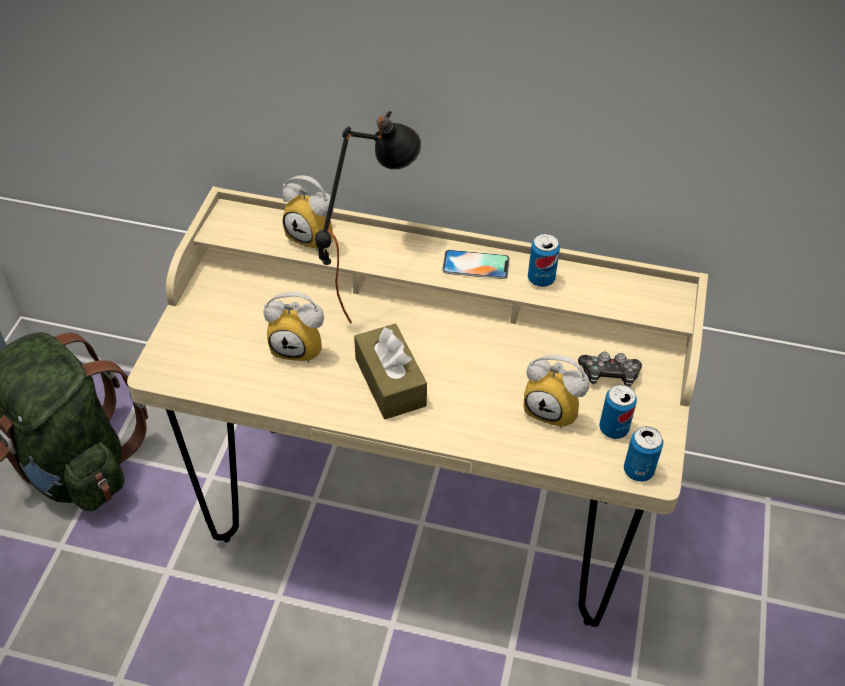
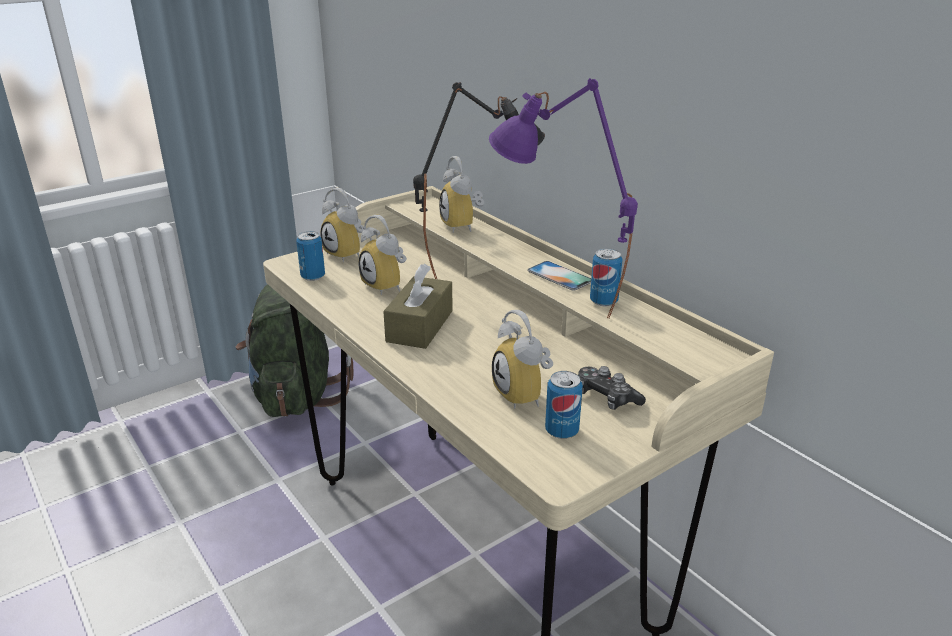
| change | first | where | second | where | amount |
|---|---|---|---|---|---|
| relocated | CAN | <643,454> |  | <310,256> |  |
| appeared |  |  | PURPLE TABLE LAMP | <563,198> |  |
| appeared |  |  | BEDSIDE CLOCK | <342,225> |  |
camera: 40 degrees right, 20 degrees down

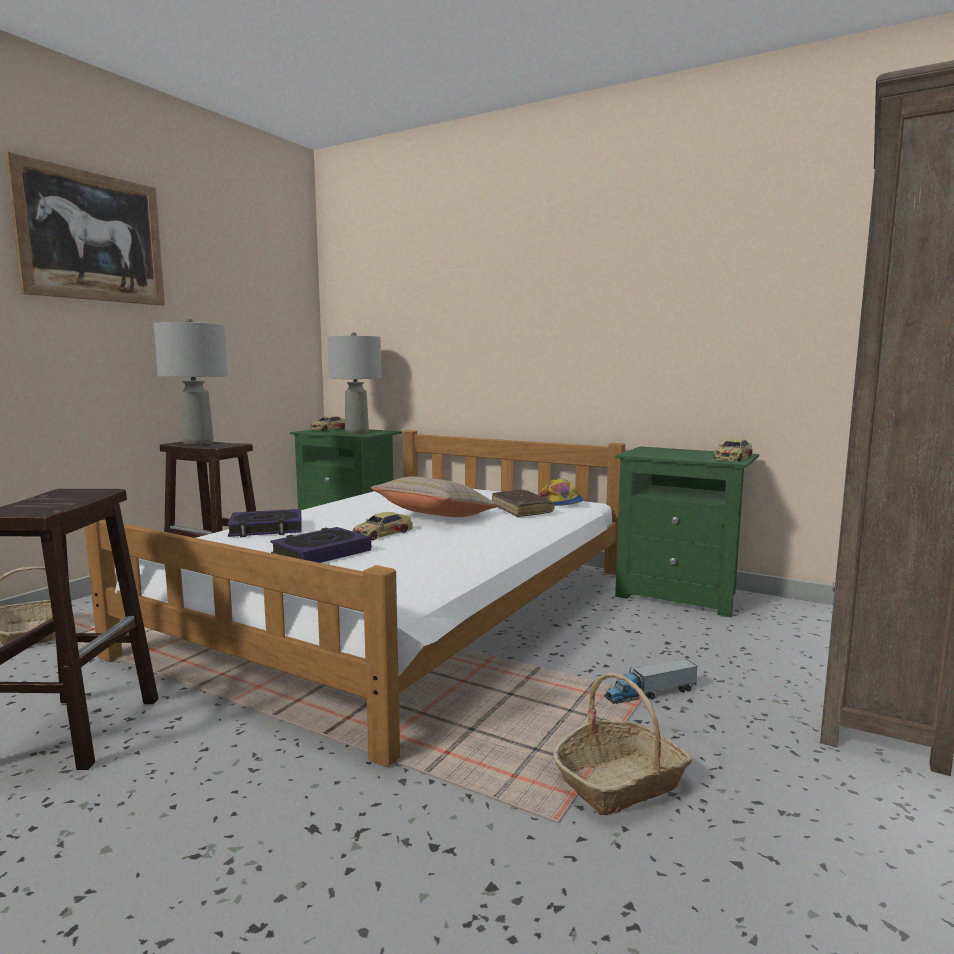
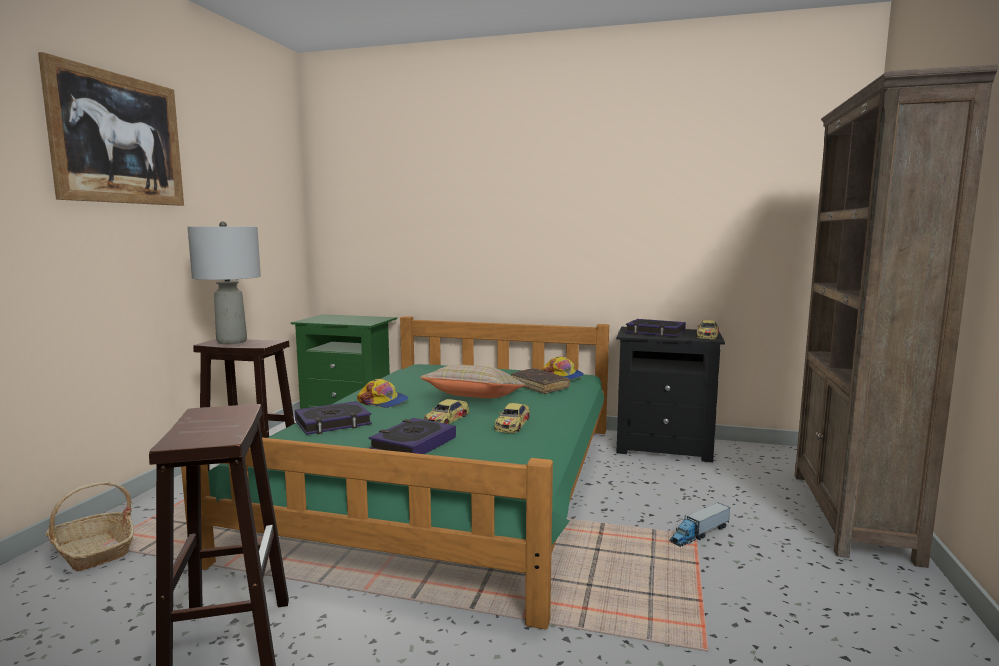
| change | first | where | second | where | amount |
|---|---|---|---|---|---|
| missing | GREY TABLE LAMP | <354,382> |  |  |  |
| relocated | TOY CAR | <327,423> |  | <512,418> |  |
| colour | WHITISH BED | <355,599> | GREEN-COLOURED BED | <395,473> |  |
| colour | GREEN-COLOURED BEDSIDE TABLE | <687,532> | BLACK-COLOURED BEDSIDE TABLE | <670,394> |  |
| missing | BASKET | <622,744> |  |  |  |
| appeared |  |  | BOUND BOOK | <656,328> |  |
| appeared |  |  | PEAKED CAP | <383,393> |  |
camera: 15 degrees left, 0 degrees up

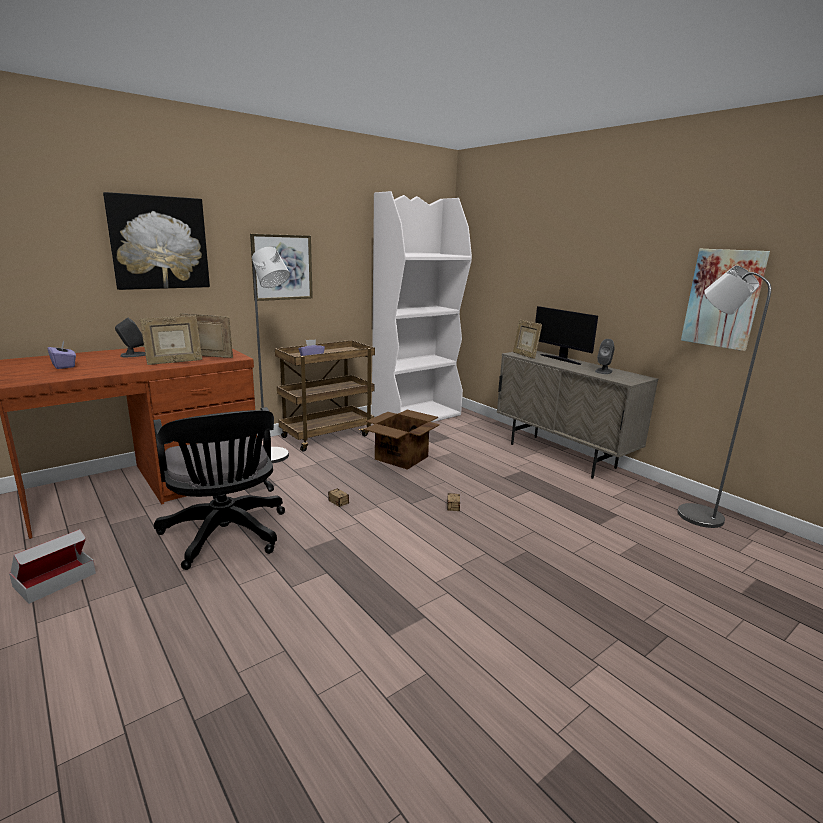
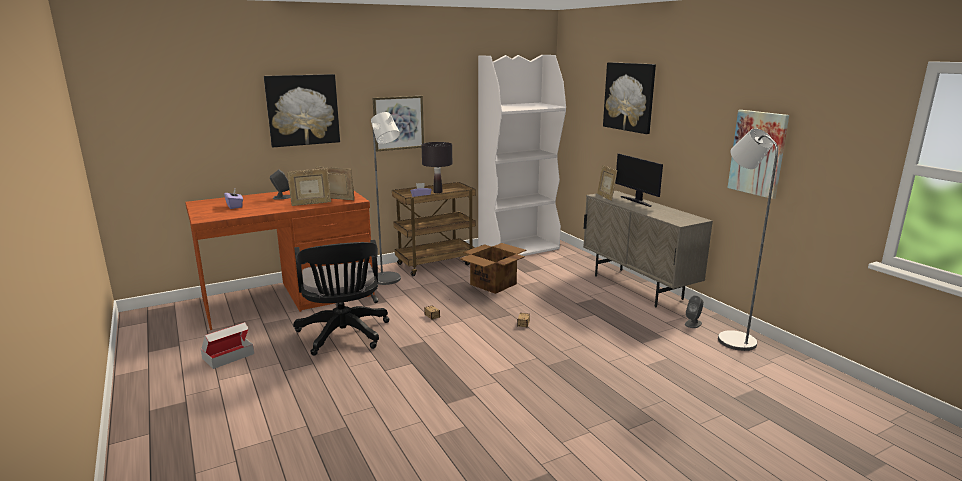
| change | first | where | second | where | amount |
|---|---|---|---|---|---|
| relocated | GREY AUDIO SPEAKER | <605,356> |  | <694,311> |  |
| appeared |  |  | WALL ART | <629,98> |  |
| appeared |  |  | BLACK-COLOURED TABLE LAMP | <436,167> |  |
camera: 10 degrees right, 0 degrees up

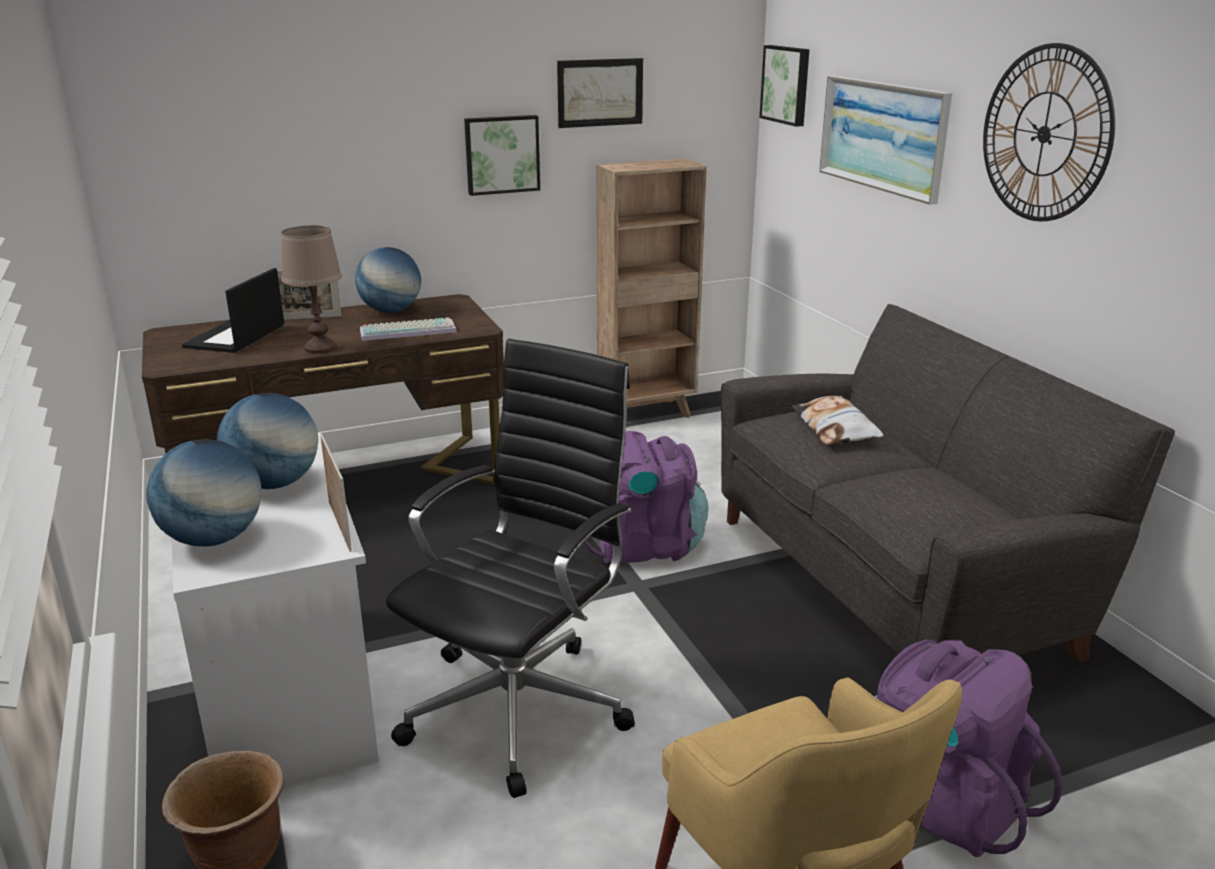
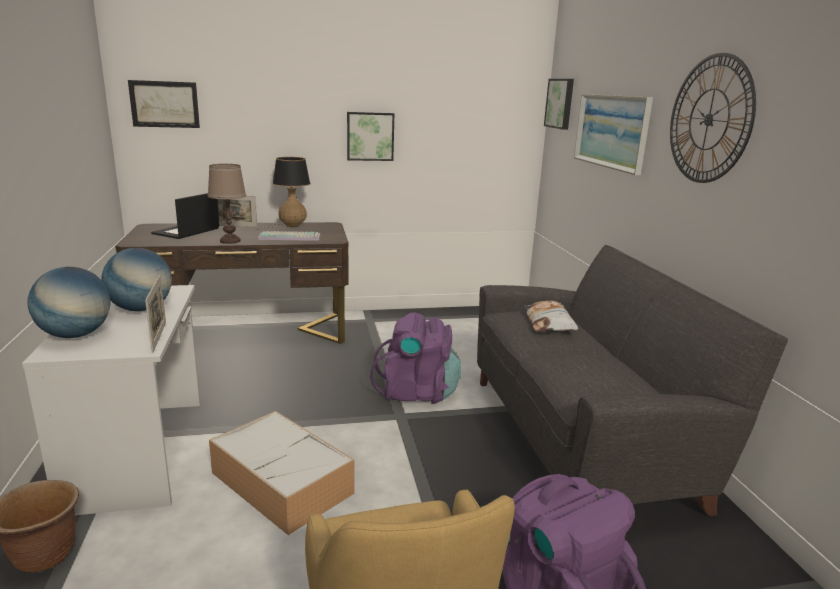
| change | first | where | second | where | amount |
|---|---|---|---|---|---|
| relocated | WALL ART | <600,93> |  | <164,104> |  |
| missing | BROWNISH SHELVING UNIT | <651,288> |  |  |  |
| exchanged | WORLD GLOBE | <388,280> | TABLE LAMP | <283,193> |  |
| exchanged | BLACK-COLOURED DESK CHAIR | <510,568> | STORAGE BIN | <282,473> |  |
camera: 10 degrees right, 5 degrees down

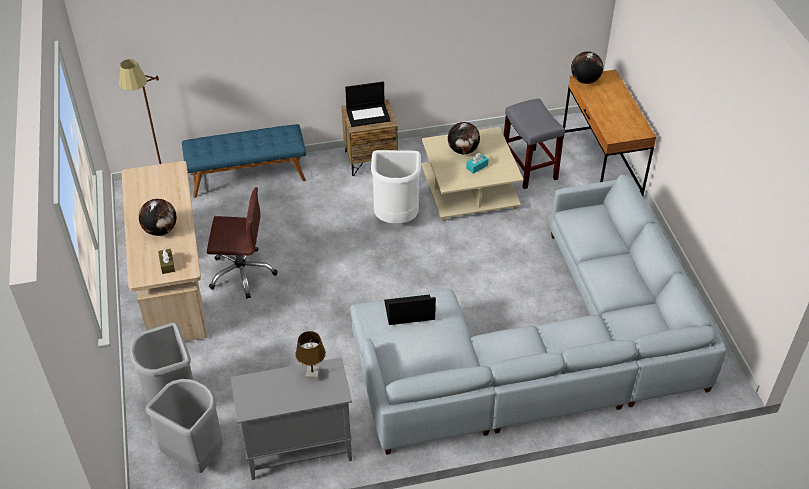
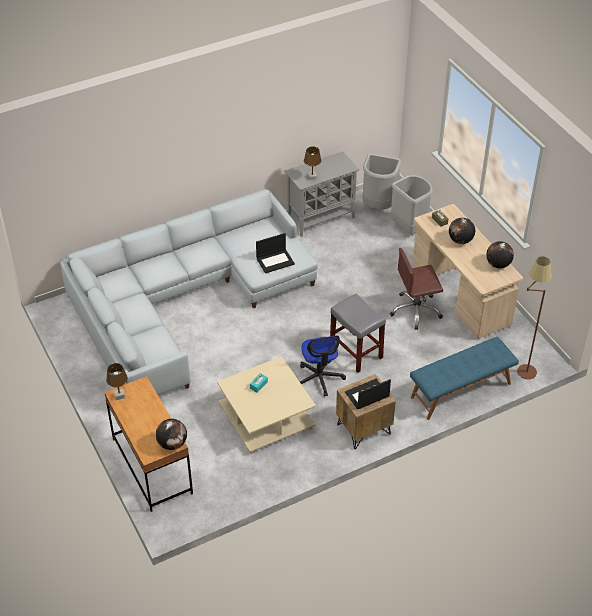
| change | first | where | second | where | amount |
|---|---|---|---|---|---|
| relocated | GREY STOOL | <534,143> |  | <358,333> |  |
| relocated | WORLD GLOBE | <464,138> |  | <500,254> |  |
| exchanged | WHITISH WASTE BIN | <396,187> | DESK CHAIR | <323,366> |  |
| appeared |  |  | BROWNISH TABLE LAMP | <117,381> |  |
camera: 165 degrees right, 0 degrees up

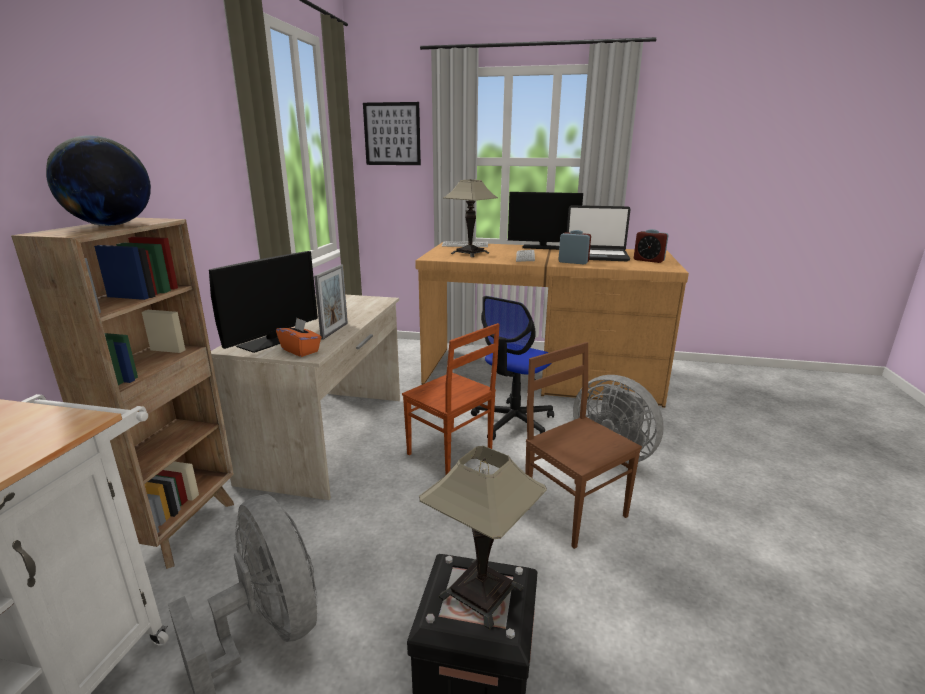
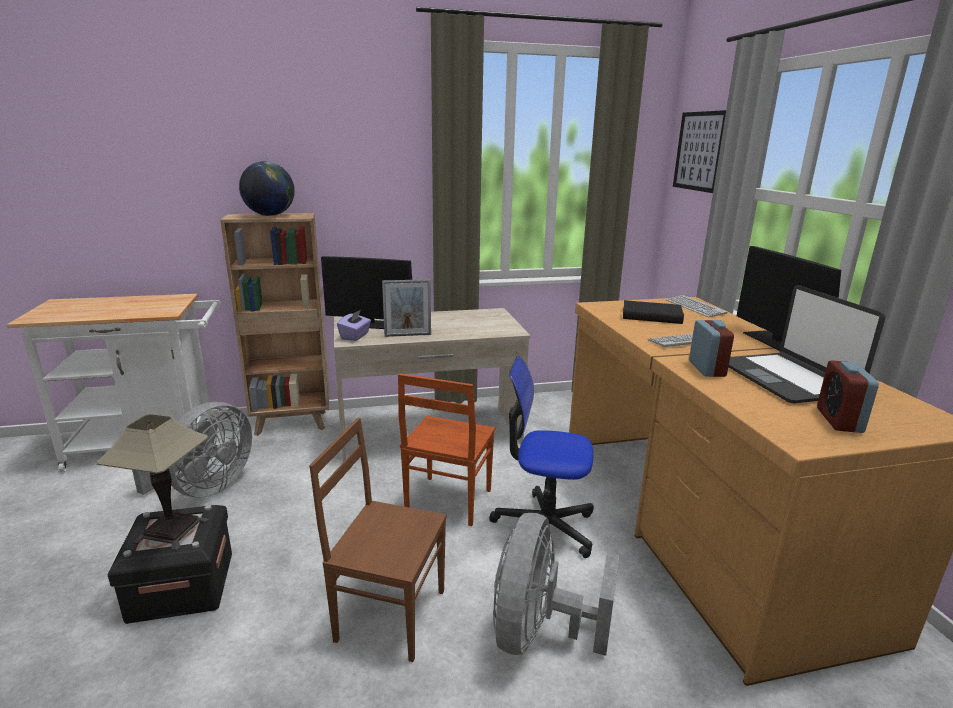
| change | first | where | second | where | amount |
|---|---|---|---|---|---|
| exchanged | TABLE LAMP | <470,218> | BLACK-COLOURED BOUND BOOK | <653,312> |  |
| colour | ORANGE-COLOURED TISSUE BOX | <299,337> | PURPLE TISSUE BOX | <354,325> |  |
| spun | BROWNISH CHAIR | <583,445> |  | <378,540> | 105 degrees counterclockwise |
camera: 65 degrees right, 0 degrees up

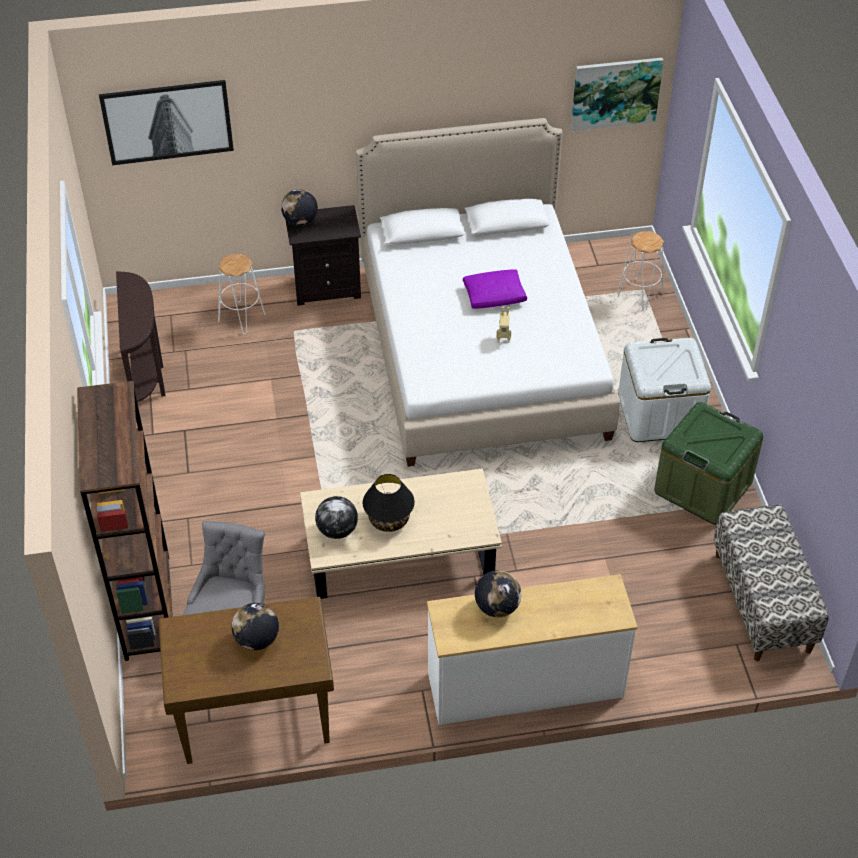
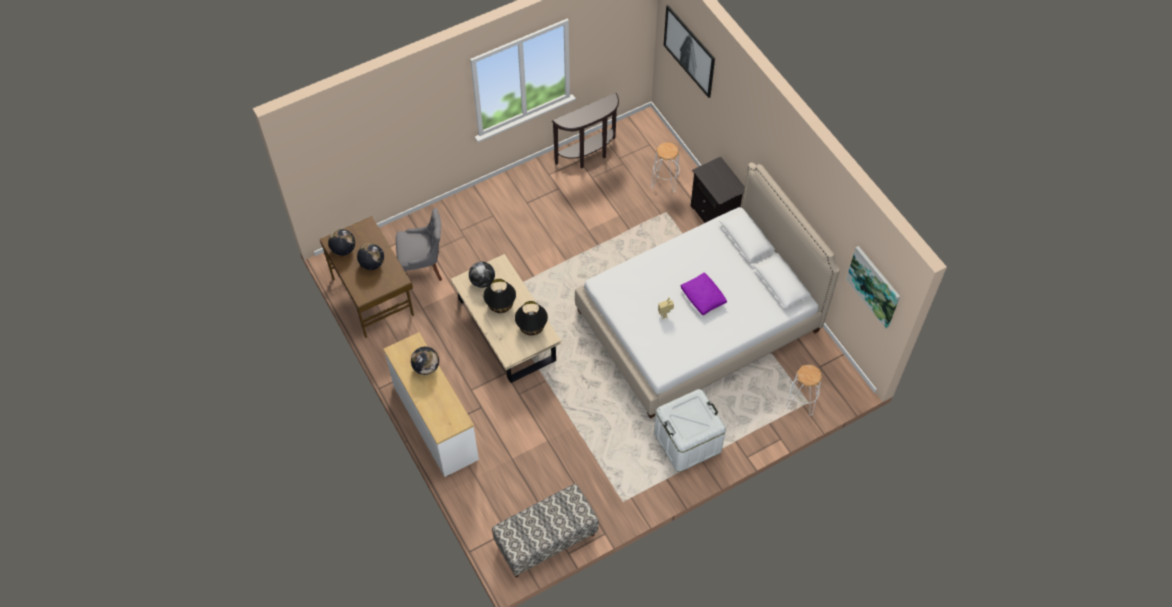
| change | first | where | second | where | amount |
|---|---|---|---|---|---|
| relocated | WORLD GLOBE | <299,207> |  | <341,242> |  |
| missing | BROWNISH SHELVING UNIT | <125,521> |  |  |  |
| missing | GREEN-COLOURED STORAGE BIN | <708,463> |  |  |  |
| appeared |  |  | BLACK-COLOURED TABLE LAMP | <531,318> |  |
camera: 70 degrees right, 10 degrees up

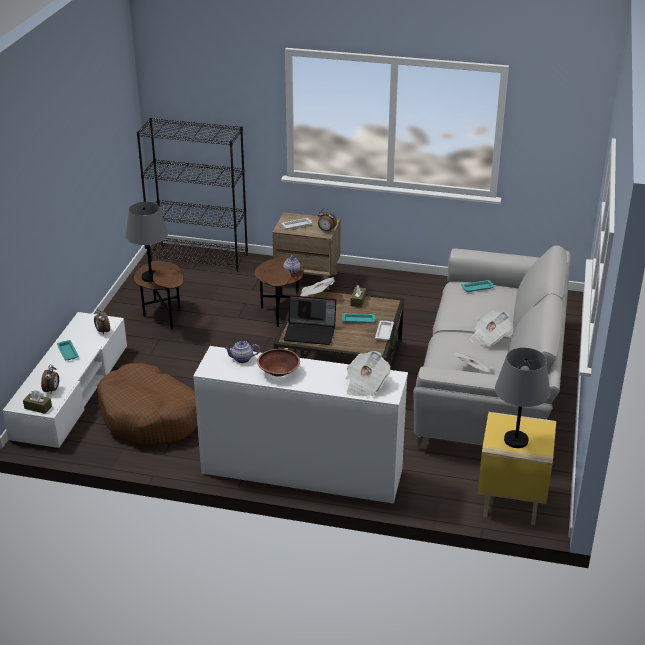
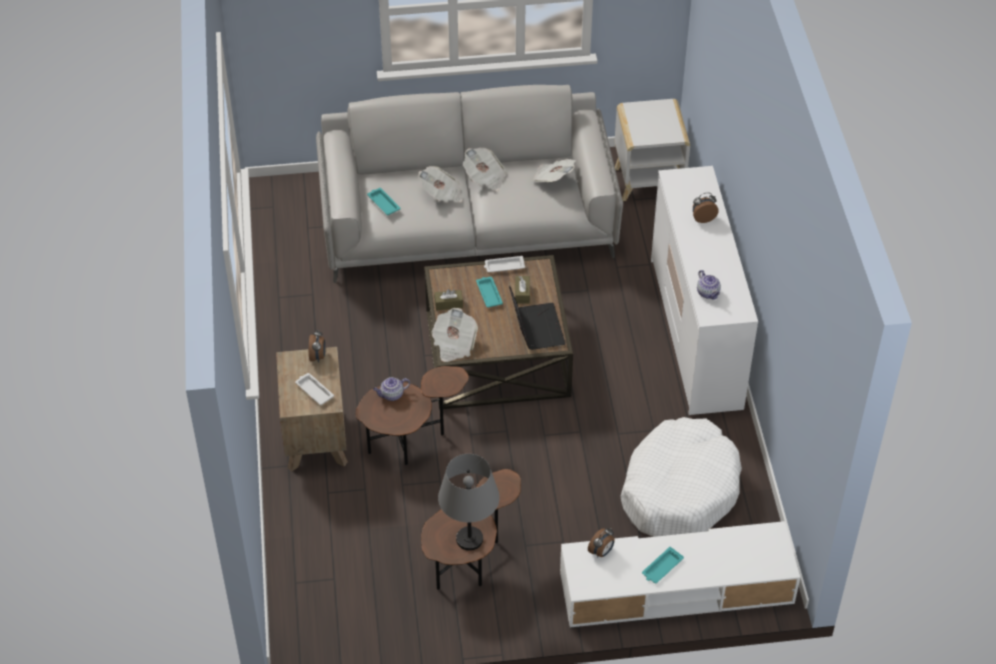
| change | first | where | second | where | amount |
|---|---|---|---|---|---|
| missing | BLACK-COLOURED SHELVING UNIT | <192,195> |  |  |  |
| missing | GREY TABLE LAMP | <522,398> |  |  |  |
| missing | BROWNISH SERVING BOWL | <278,363> |  |  |  |
| relocated | DAILY PAPER | <368,373> |  | <440,184> |  |
| colour | BROWNISH DOG BED | <147,404> | WHITISH DOG BED | <681,477> |  |
| relocated | BEDSIDE CLOCK | <50,378> |  | <706,208> |  |
| relocated | BROWNISH TISSUE BOX | <37,402> |  | <522,290> |  |
| colour | YELLOWISH ACCENT TABLE | <517,468> | WHITISH ACCENT TABLE | <652,150> |  |
camera: 110 degrees left, 15 degrees up

